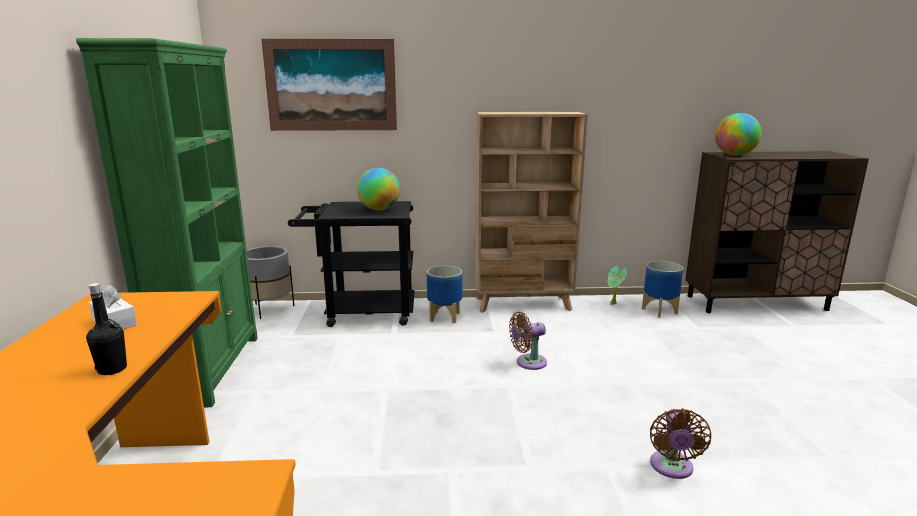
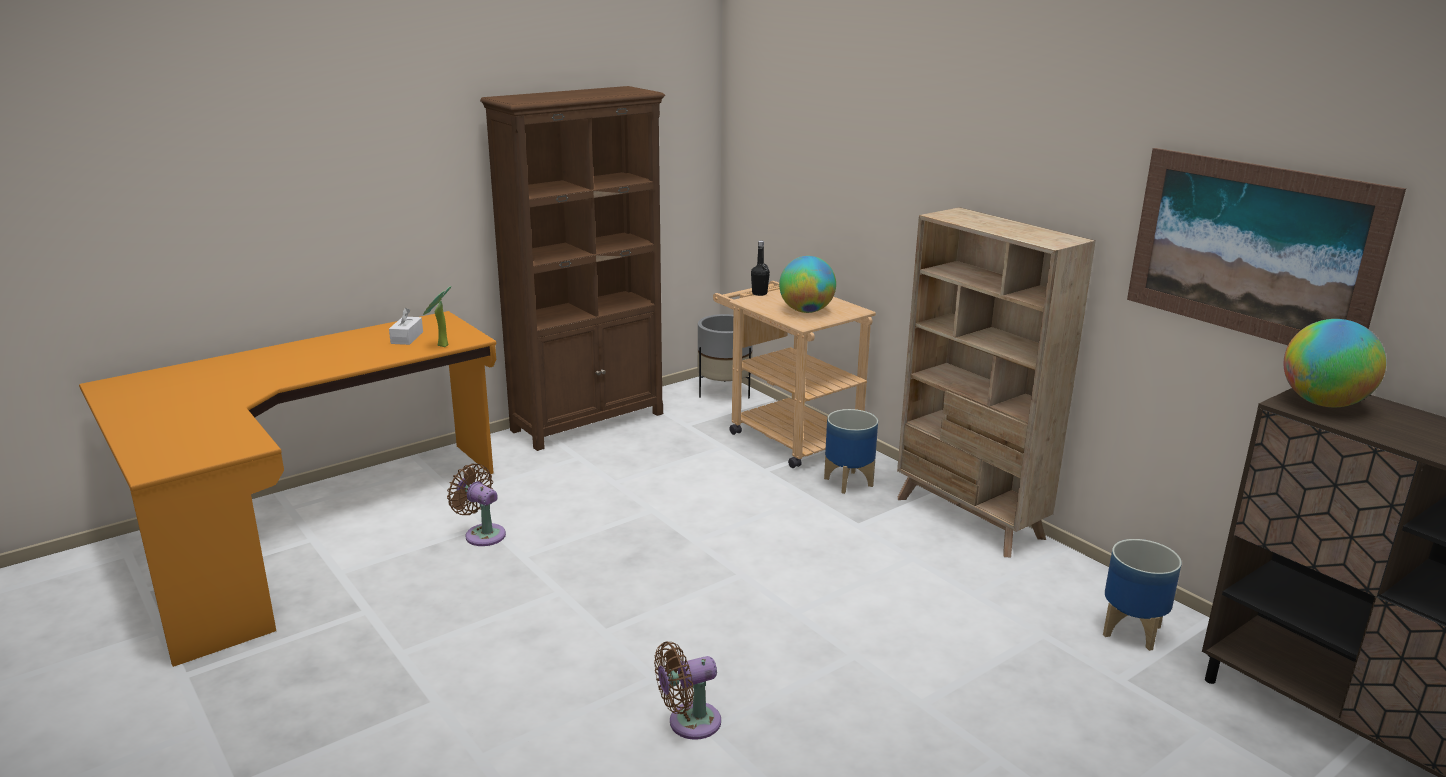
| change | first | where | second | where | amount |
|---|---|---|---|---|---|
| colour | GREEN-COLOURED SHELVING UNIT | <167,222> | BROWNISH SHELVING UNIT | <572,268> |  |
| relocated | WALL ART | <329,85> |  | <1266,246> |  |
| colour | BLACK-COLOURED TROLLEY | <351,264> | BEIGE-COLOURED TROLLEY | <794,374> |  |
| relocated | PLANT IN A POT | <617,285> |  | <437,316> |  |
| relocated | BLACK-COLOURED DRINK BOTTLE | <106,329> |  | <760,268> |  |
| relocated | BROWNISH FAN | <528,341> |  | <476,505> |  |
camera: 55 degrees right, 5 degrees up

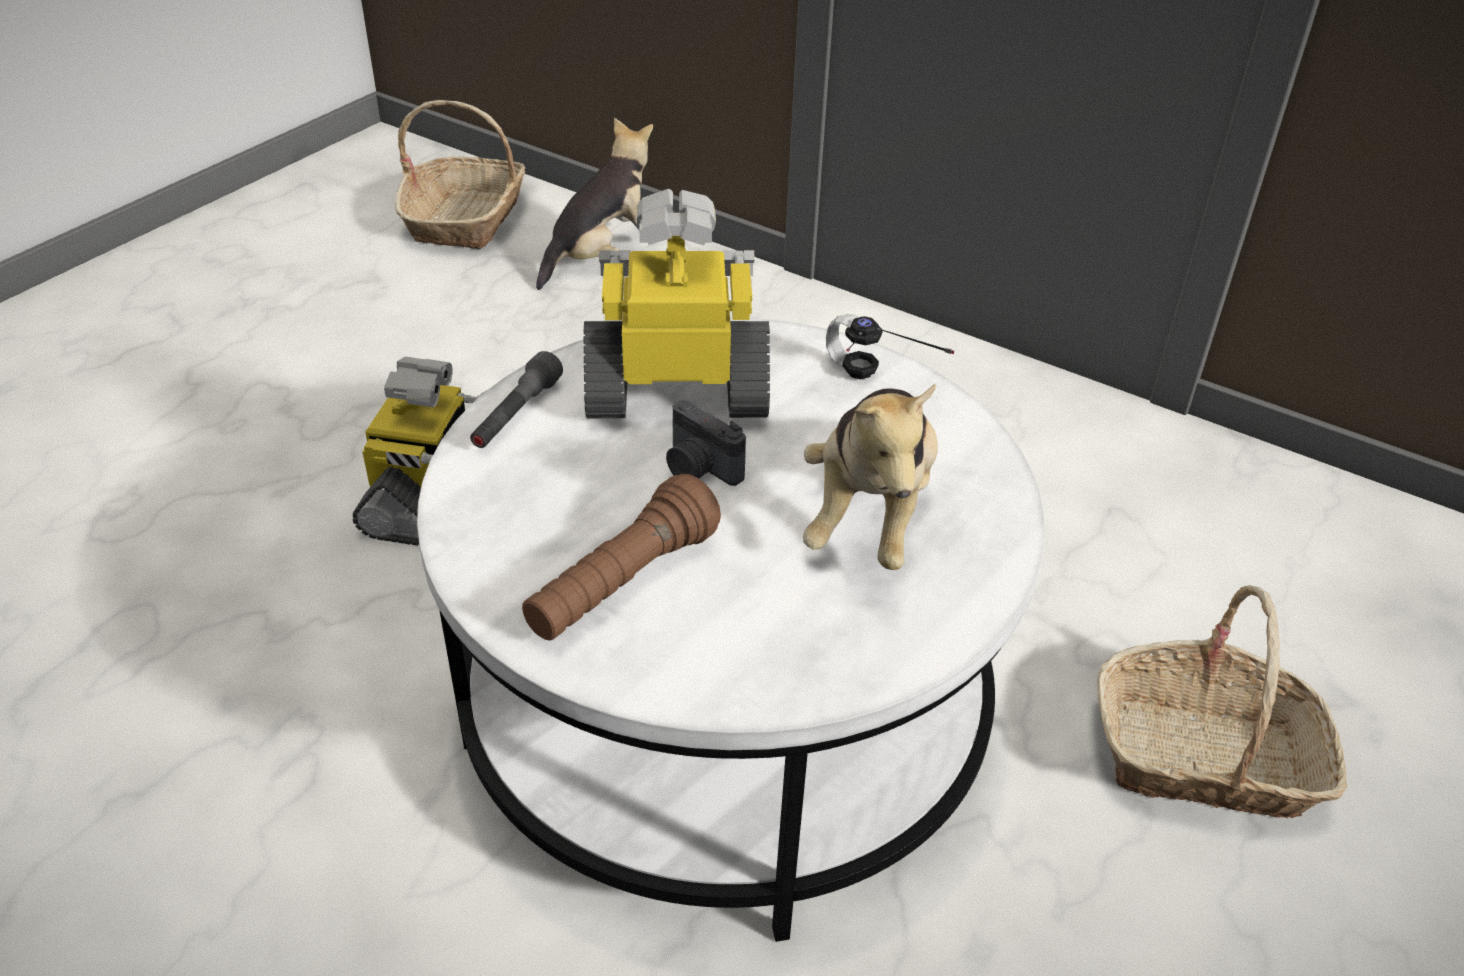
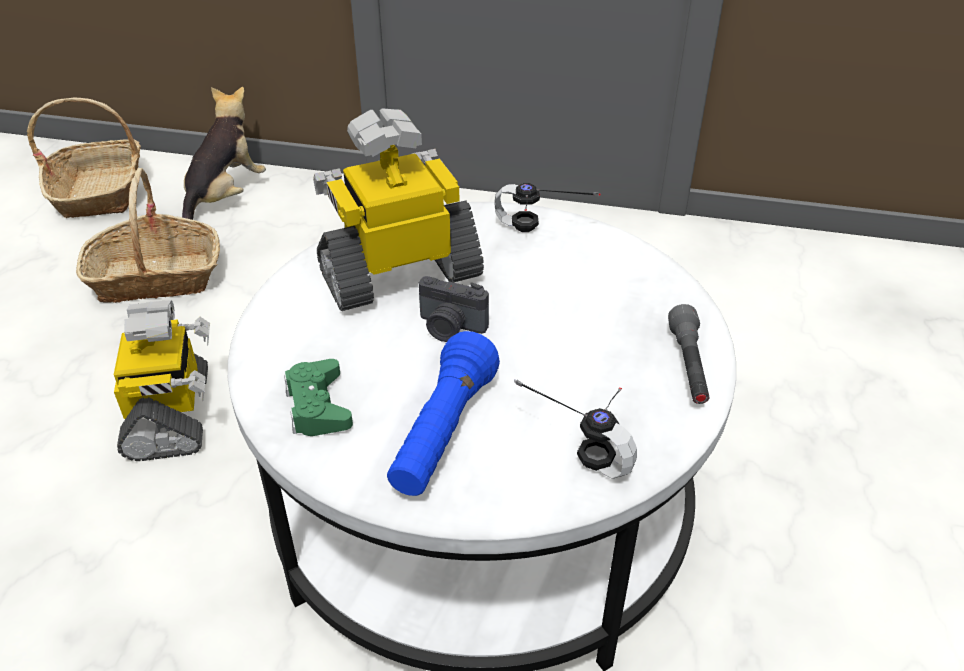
| change | first | where | second | where | amount |
|---|---|---|---|---|---|
| relocated | GREY TORCH | <516,399> |  | <688,354> |  |
| missing | CUDDLY TOY | <870,476> |  |  |  |
| colour | BROWNISH TORCH | <621,557> | BLUISH TORCH | <443,413> |  |
| relocated | BASKET | <1222,701> |  | <148,235> |  |
| appeared |  |  | GREEN-COLOURED GAME CONTROLLER | <318,397> |  |
| appeared |  |  | PAIR OF HEADPHONES | <575,429> |  |
camera: 20 degrees left, 0 degrees up

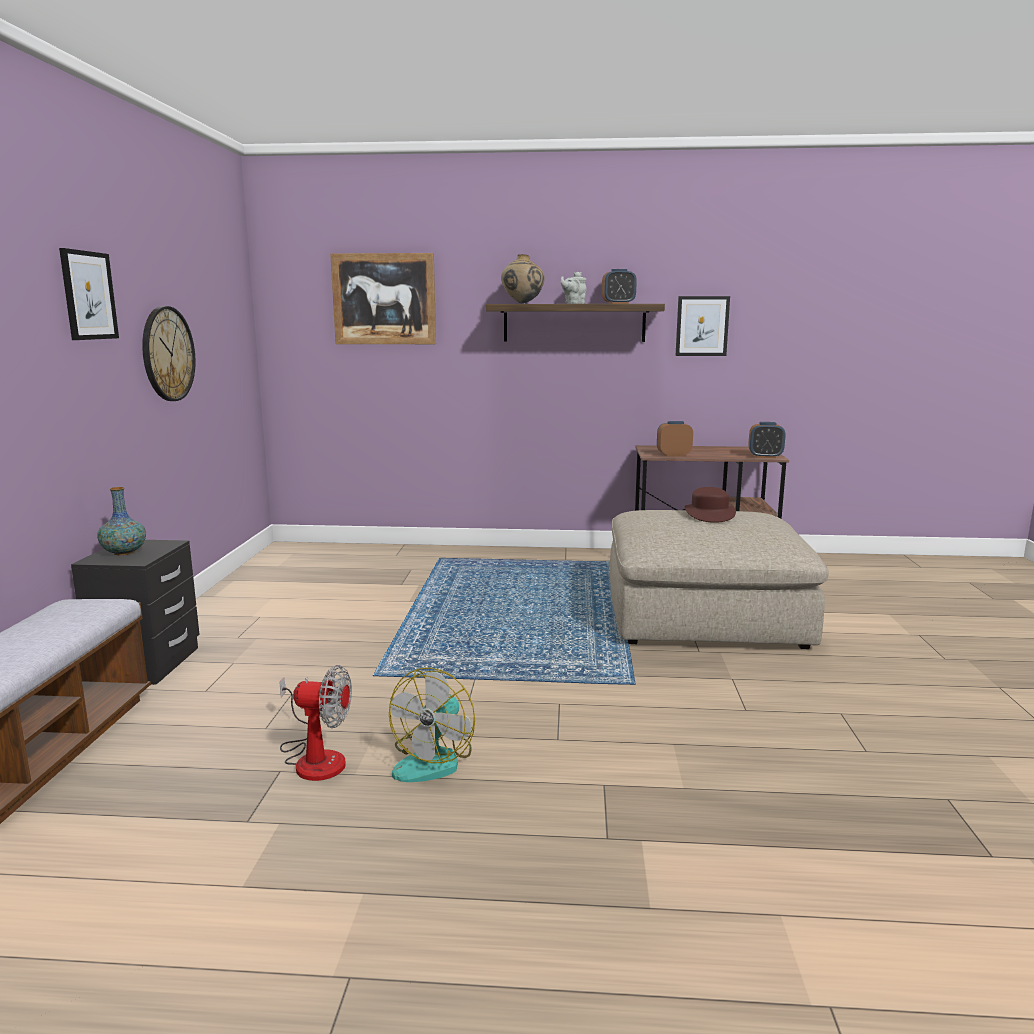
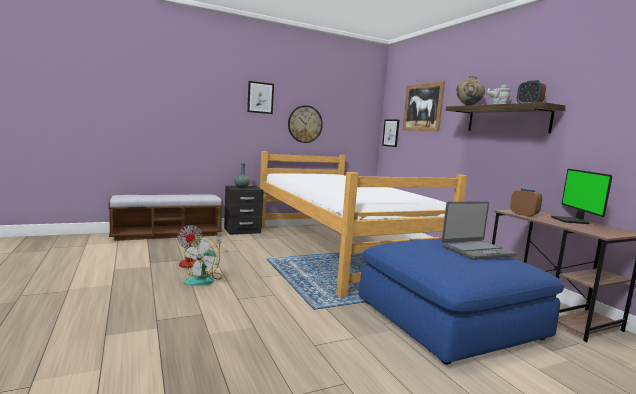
| change | first | where | second | where | amount |
|---|---|---|---|---|---|
| relocated | WALL ART | <703,326> |  | <390,133> |  |
| missing | BEDSIDE CLOCK | <766,440> |  |  |  |
| exchanged | BROWNISH WEARABLE HAT | <710,505> | LAPTOP | <479,230> |  |
| colour | BEIGE-COLOURED POUFFE | <719,579> | BLUISH POUFFE | <461,302> |  |
| spun | FAN | <432,724> |  | <202,261> | 60 degrees counterclockwise |
| appeared |  |  | BED | <363,224> |  |
| appeared |  |  | MONITOR | <581,196> |  |
camera: 60 degrees right, 5 degrees down

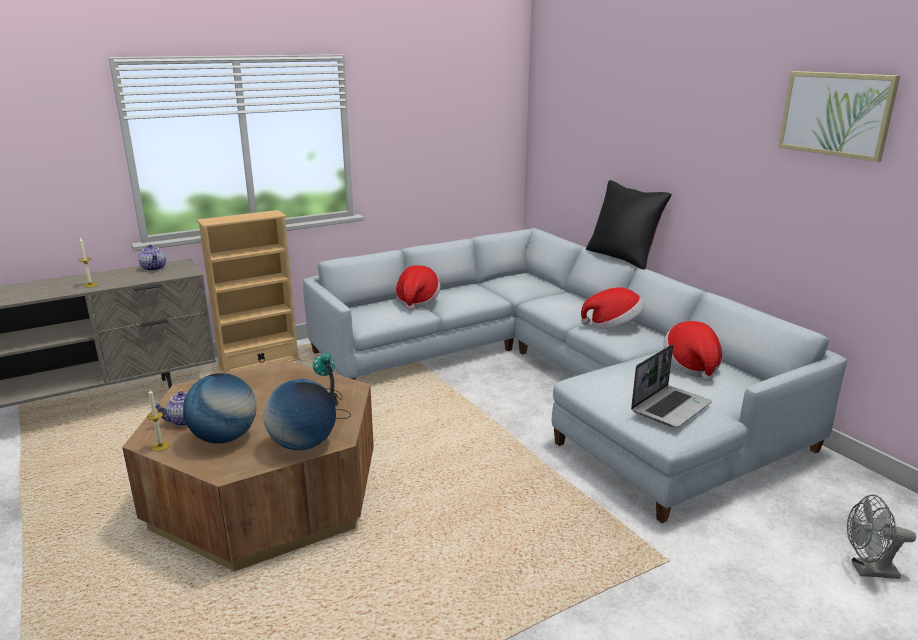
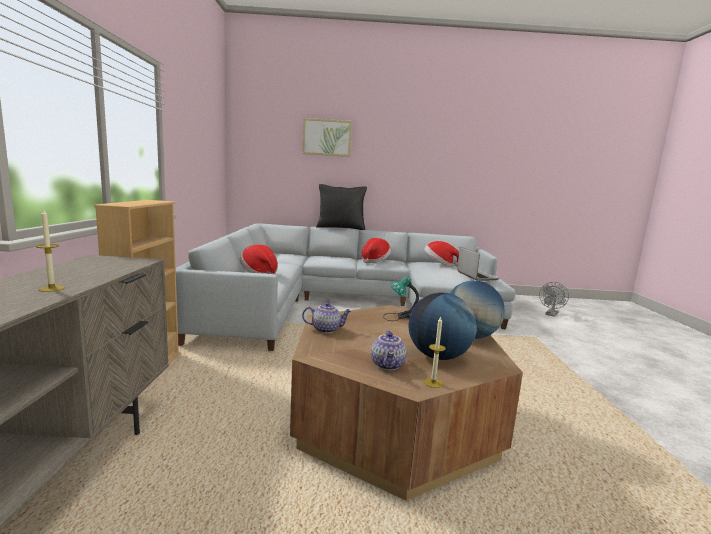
| change | first | where | second | where | amount |
|---|---|---|---|---|---|
| relocated | WALL ART | <839,116> |  | <327,137> |  |
| relocated | TEA POT | <152,257> |  | <326,317> |  |
camera: 60 degrees left, 10 degrees down

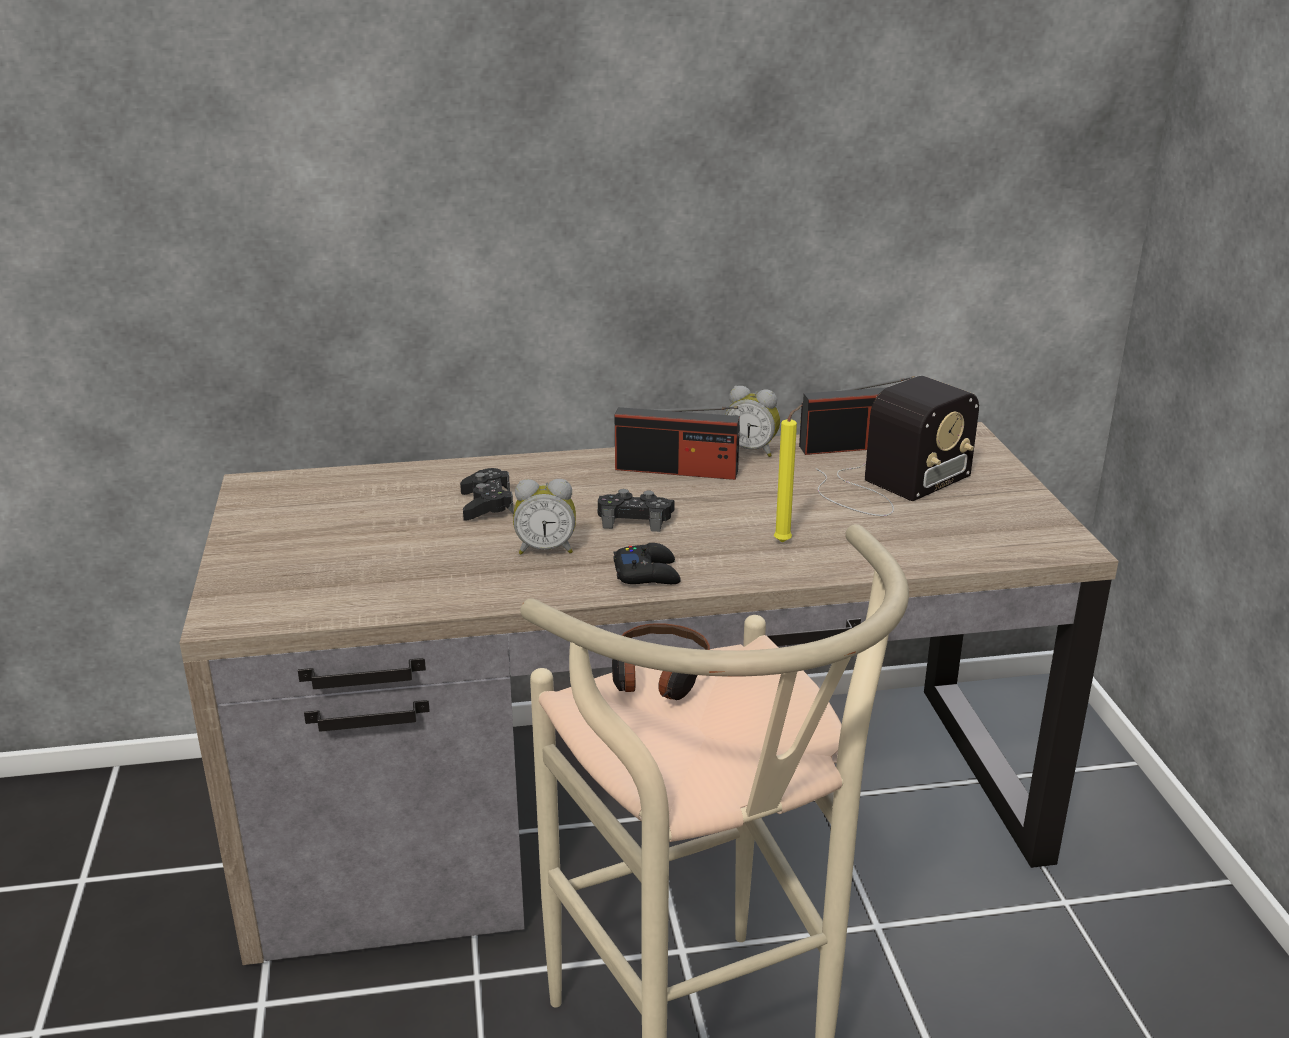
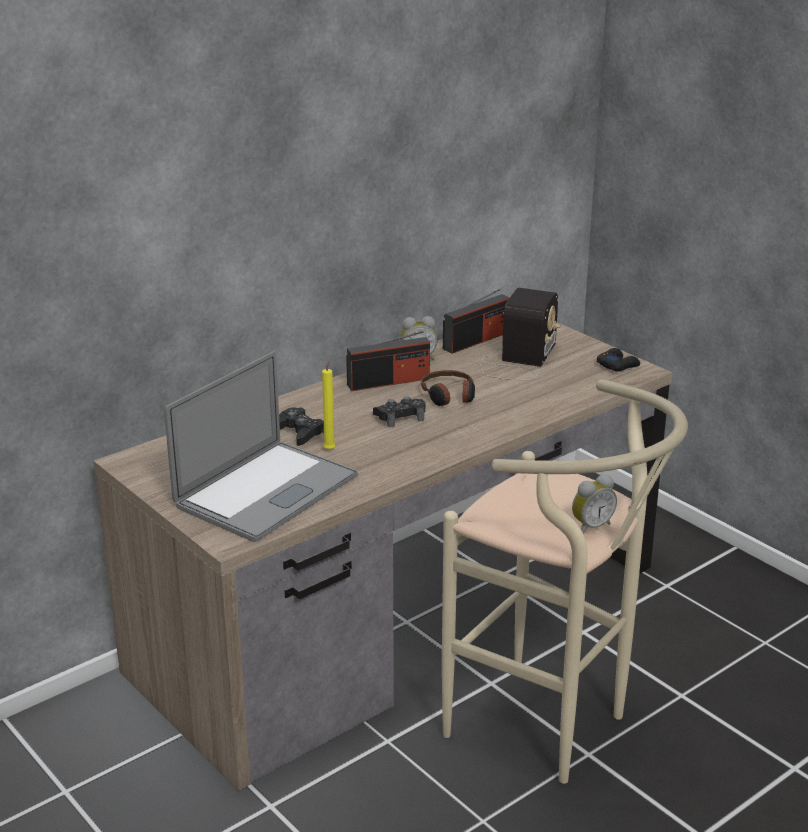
| change | first | where | second | where | amount |
|---|---|---|---|---|---|
| relocated | YELLOWISH WAX LIGHT | <788,474> |  | <328,404> |  |
| relocated | BEDSIDE CLOCK | <544,517> |  | <594,504> |  |
| relocated | BLACK-COLOURED GAME CONTROLLER | <647,563> |  | <618,360> |  |
| relocated | PAIR OF HEADPHONES | <661,661> |  | <448,388> |  |
| appeared |  |  | LAPTOP | <261,446> |  |
camera: 30 degrees left, 0 degrees up

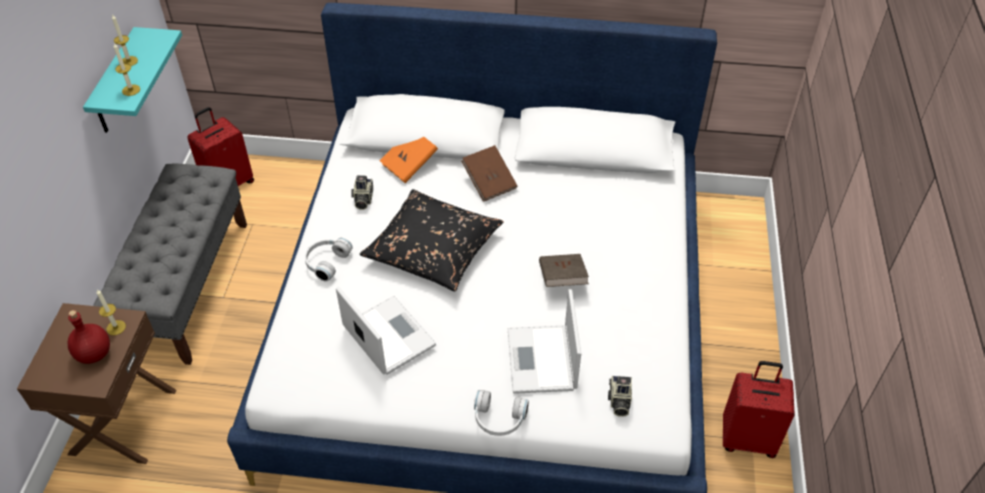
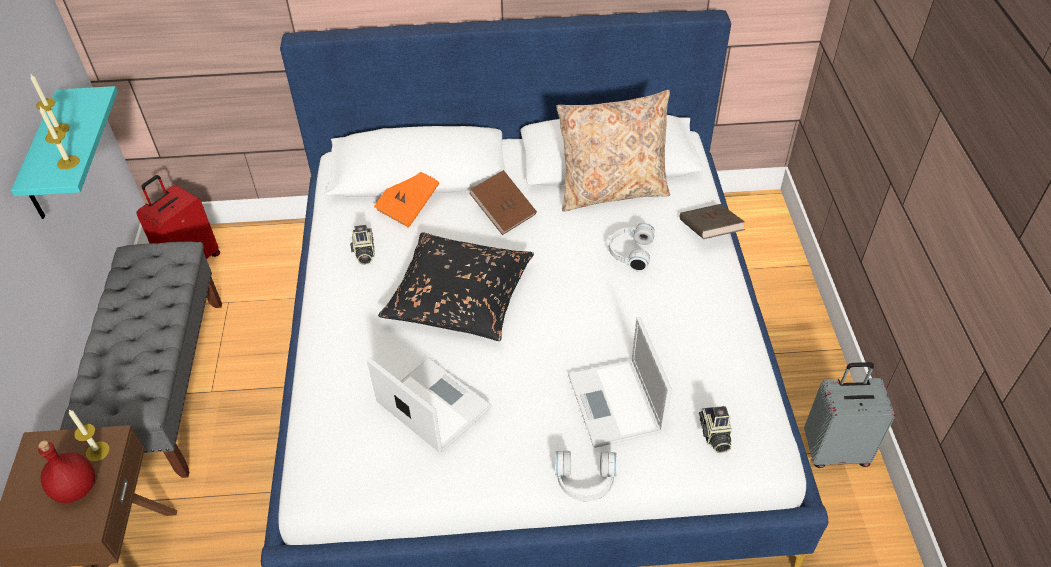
| change | first | where | second | where | amount |
|---|---|---|---|---|---|
| relocated | WHITISH PAIR OF HEADPHONES | <329,260> |  | <631,247> |  |
| relocated | BROWNISH BOUND BOOK | <564,270> |  | <712,221> |  |
| colour | RED PIECE OF LUGGAGE | <759,409> | GREY PIECE OF LUGGAGE | <849,415> |  |
| appeared |  |  | BEIGE-COLOURED THROW PILLOW | <613,151> |  |
camera: 10 degrees left, 0 degrees up

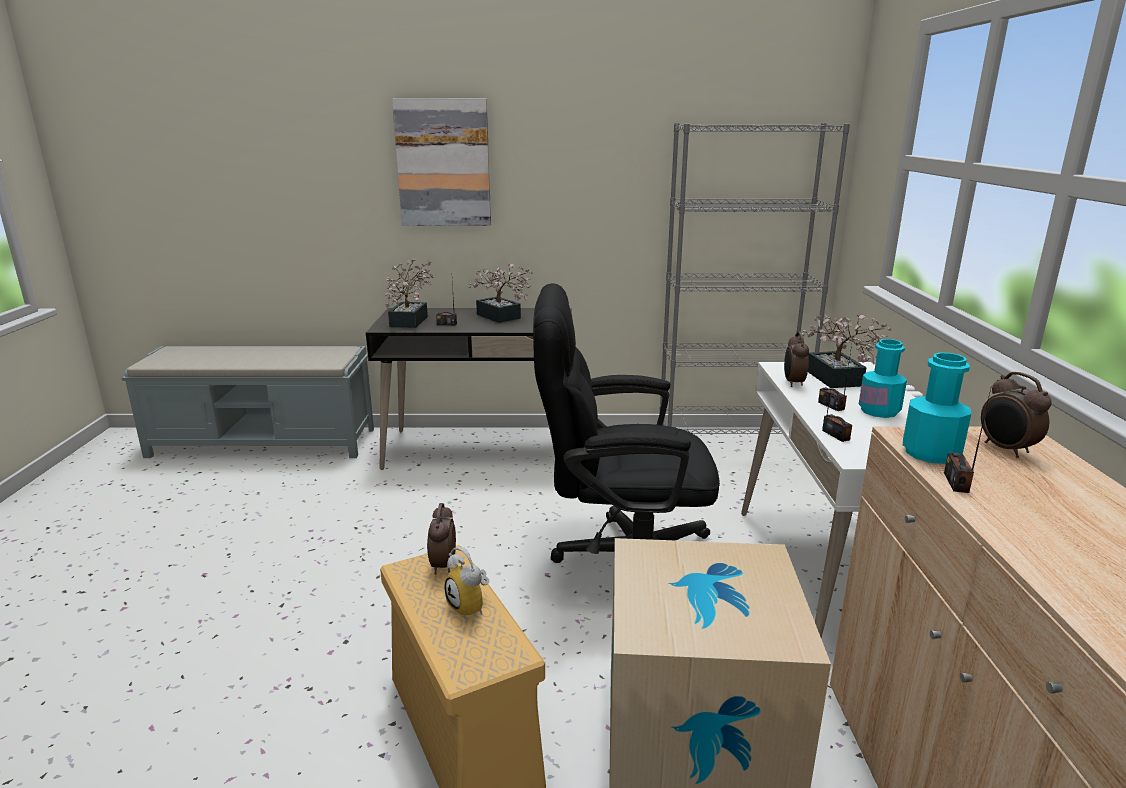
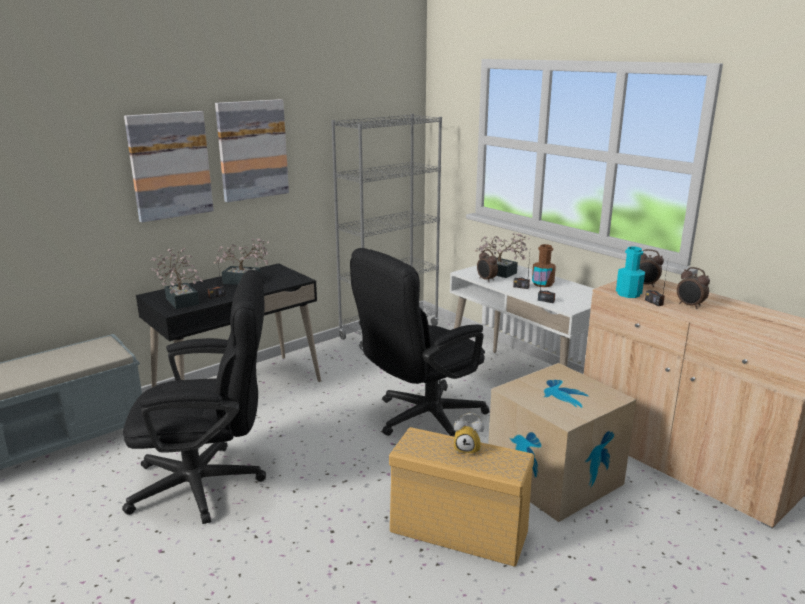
| change | first | where | second | where | amount |
|---|---|---|---|---|---|
| colour | BLUE-GREEN DRINK BOTTLE | <883,378> | BROWNISH DRINK BOTTLE | <544,265> |  |
| relocated | BEDSIDE CLOCK | <441,539> |  | <693,288> |  |
| appeared |  |  | WALL ART | <252,150> |  |
| appeared |  |  | BLACK-COLOURED DESK CHAIR | <194,397> |  |
camera: 40 degrees left, 0 degrees up

